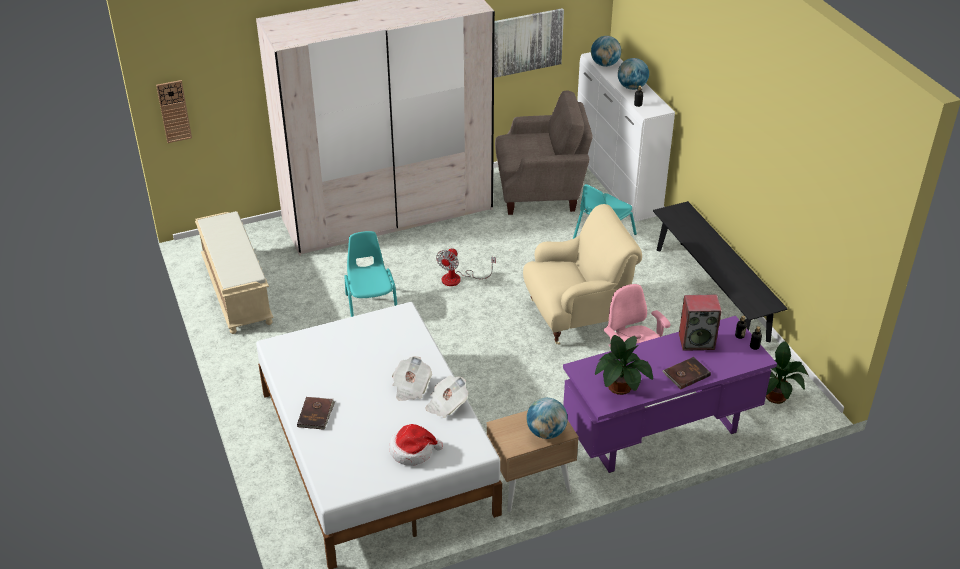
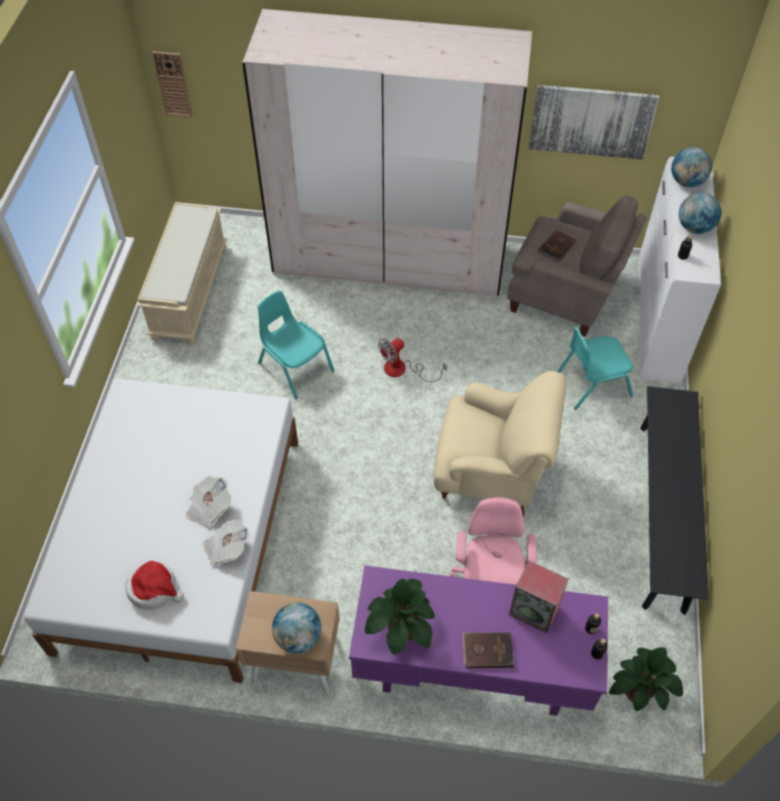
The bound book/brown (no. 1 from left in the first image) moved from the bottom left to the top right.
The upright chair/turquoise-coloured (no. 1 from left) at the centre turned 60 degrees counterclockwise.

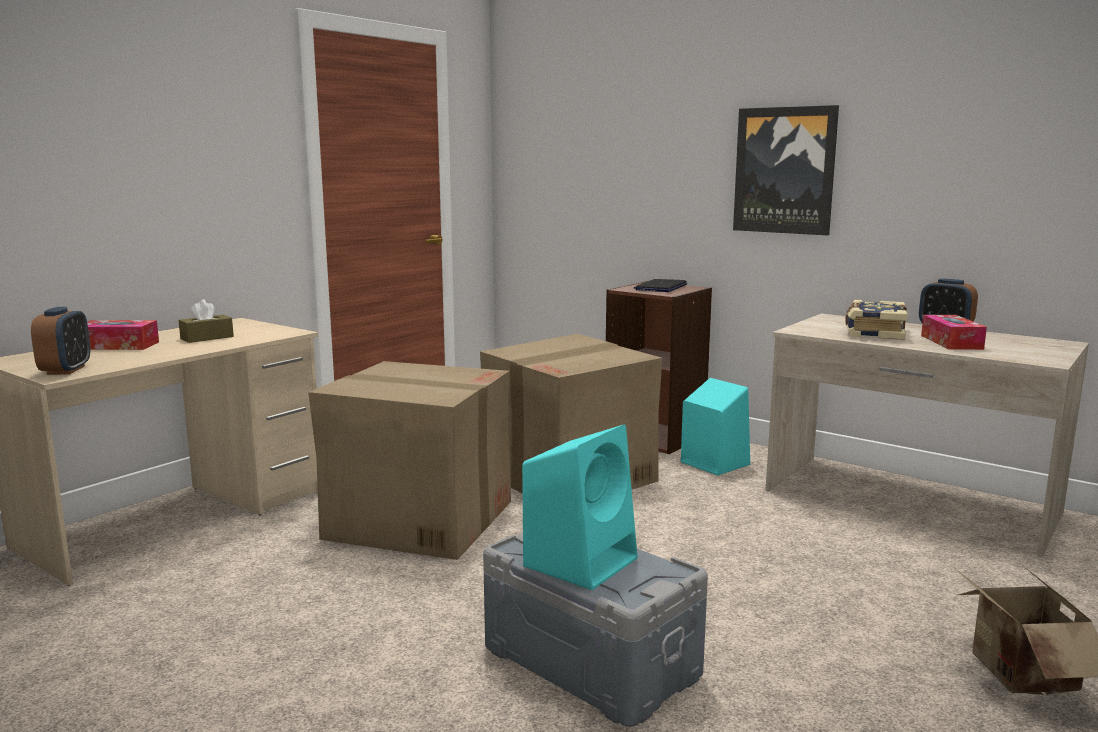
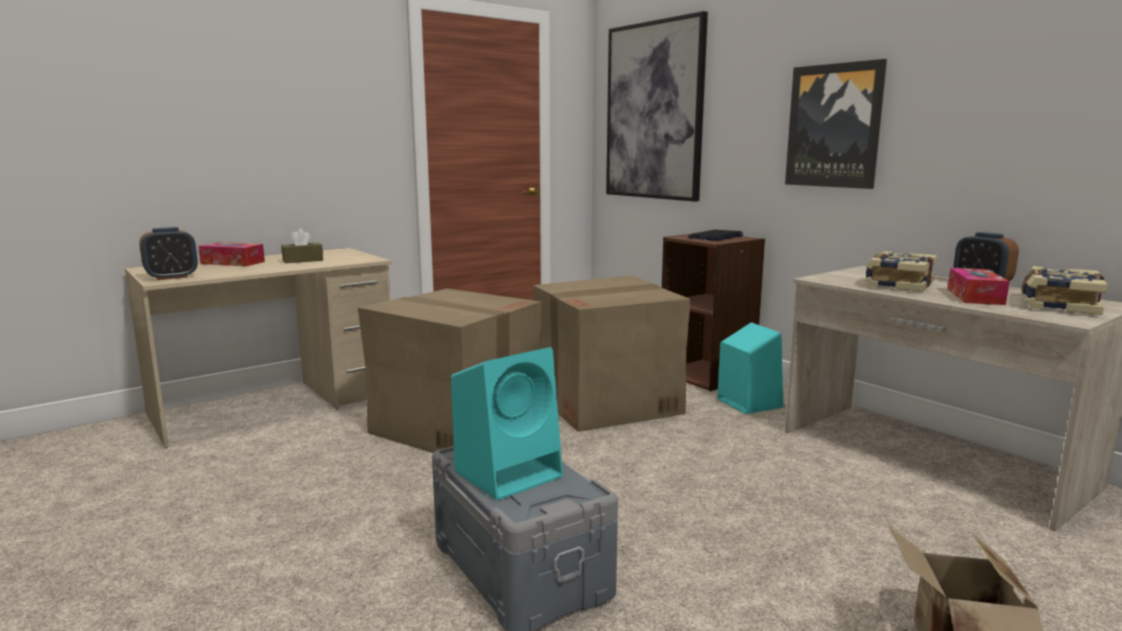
The wall art (no. 1 from left) at the top centre appeared.
The bound book (no. 2 from left) at the middle right appeared.
The bedside clock (no. 1 from left) at the middle left turned 45 degrees clockwise.

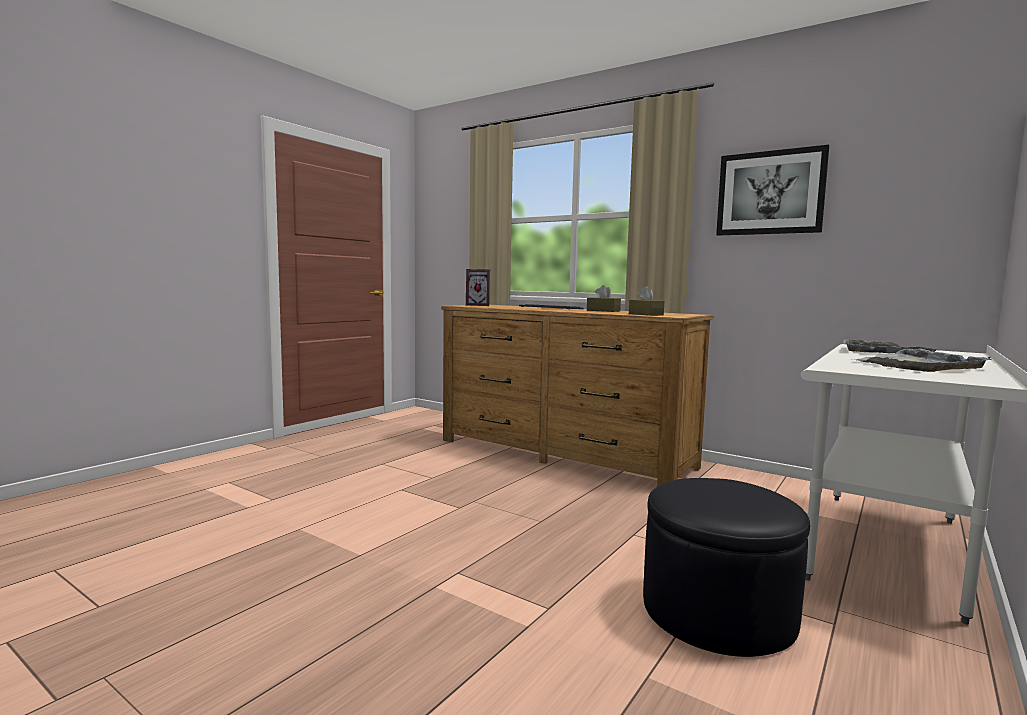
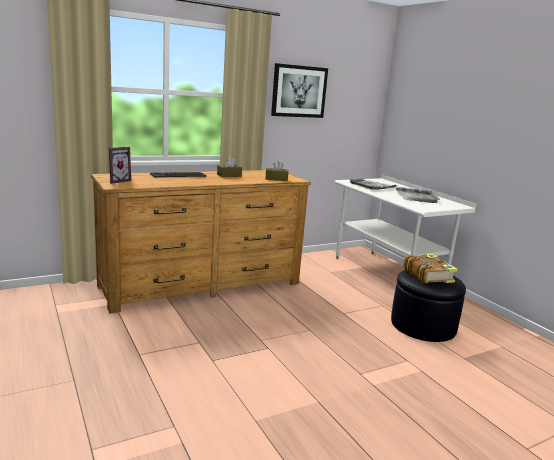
The bound book at the middle right appeared.

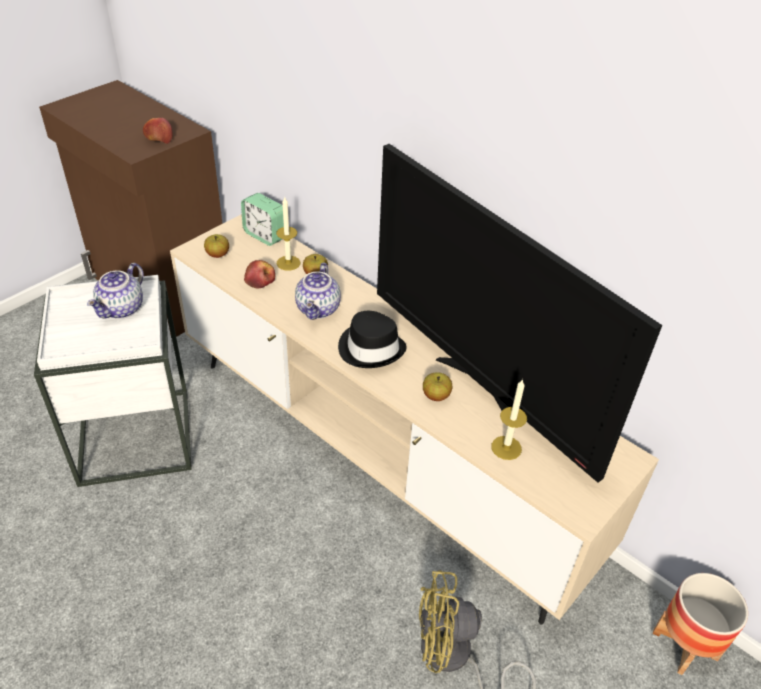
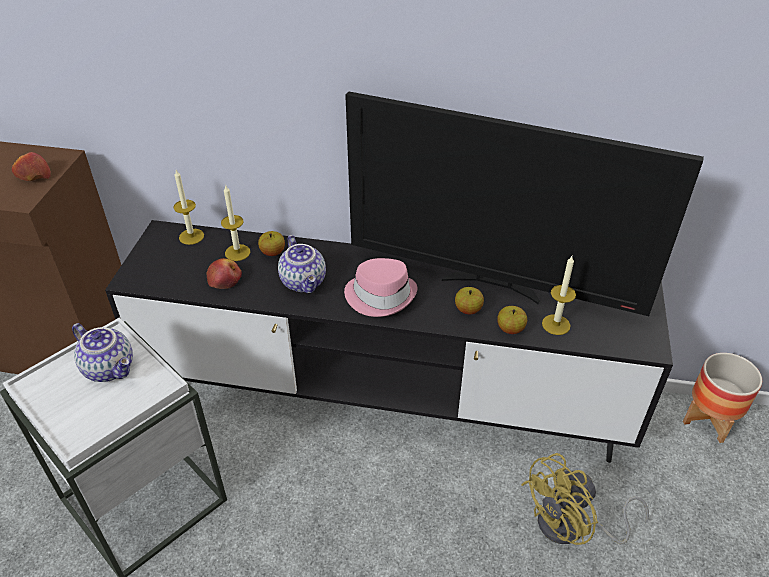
The apple fruit (no. 2 from left in the first image) moved from the middle left to the centre.
The bedside clock at the top centre was replaced by the candle (no. 1 from left) at the middle left.
The tv stand/sand-coloured at the centre became the tv stand/black-coloured at the centre.
The hat/black-coloured at the centre became the hat/pink at the centre.
The tea pot (no. 1 from left) at the middle left turned 45 degrees counterclockwise.

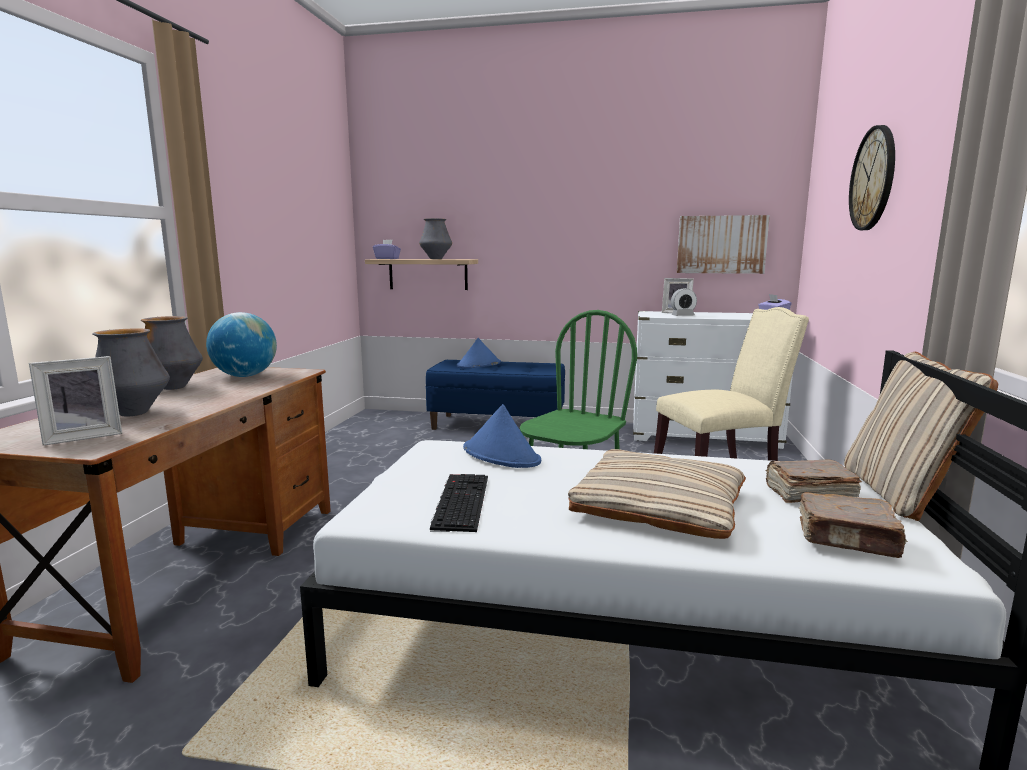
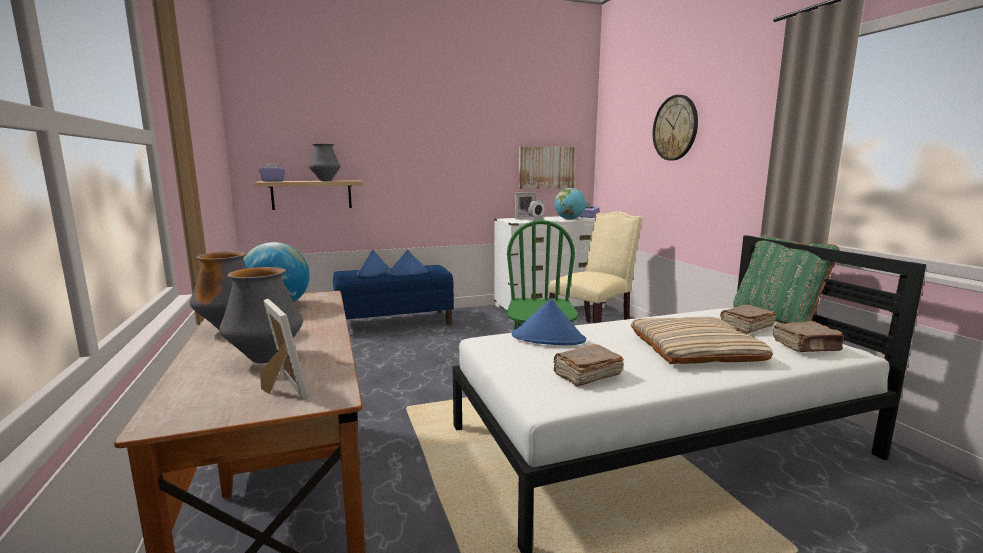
The hat/blue (no. 2 from left) at the centre appeared.
The world globe (no. 2 from left) at the centre appeared.
The keyboard at the centre was replaced by the bound book/brown (no. 1 from left) at the centre.
The cushion/sand-coloured (no. 2 from left) at the middle right became the cushion/green at the middle right.
The photo frame (no. 1 from left) at the middle left turned 60 degrees counterclockwise.

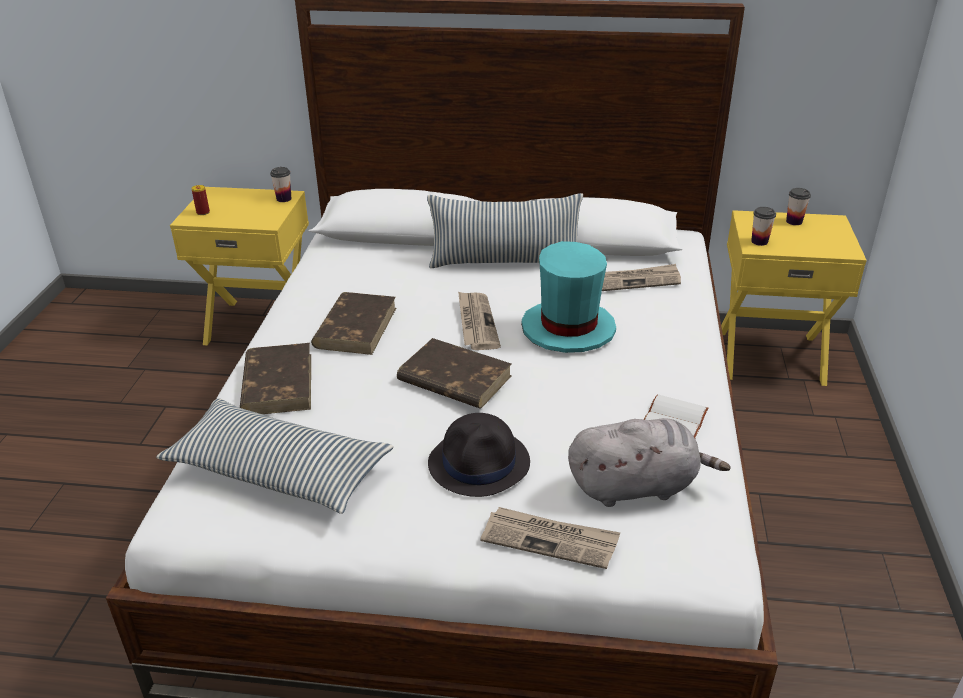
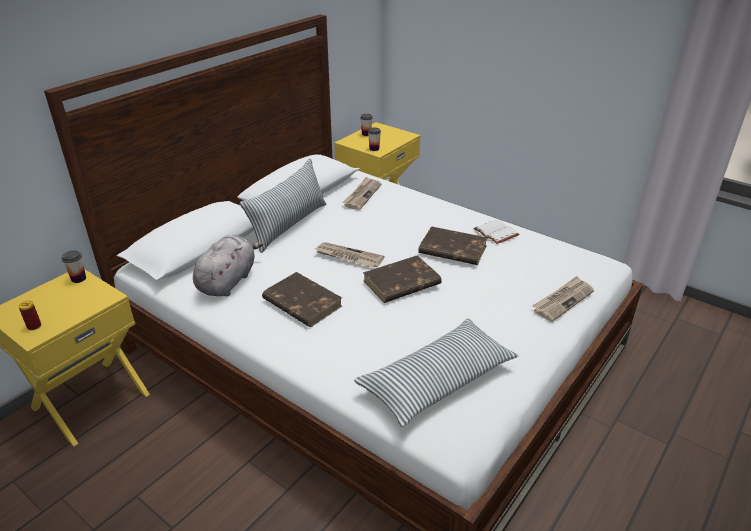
The hat/black-coloured at the centre disappeared.
The hat/turquoise-coloured at the centre disappeared.
The bound book/brown (no. 1 from left in the first image) moved from the middle left to the centre.
The cuddly toy/grey moved from the middle right to the middle left.

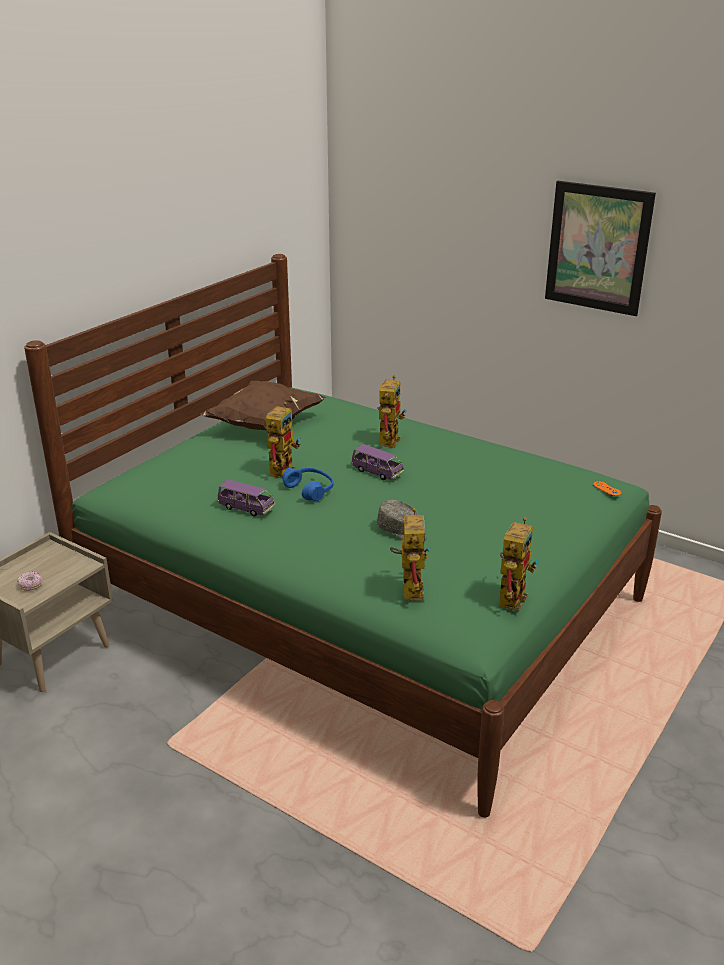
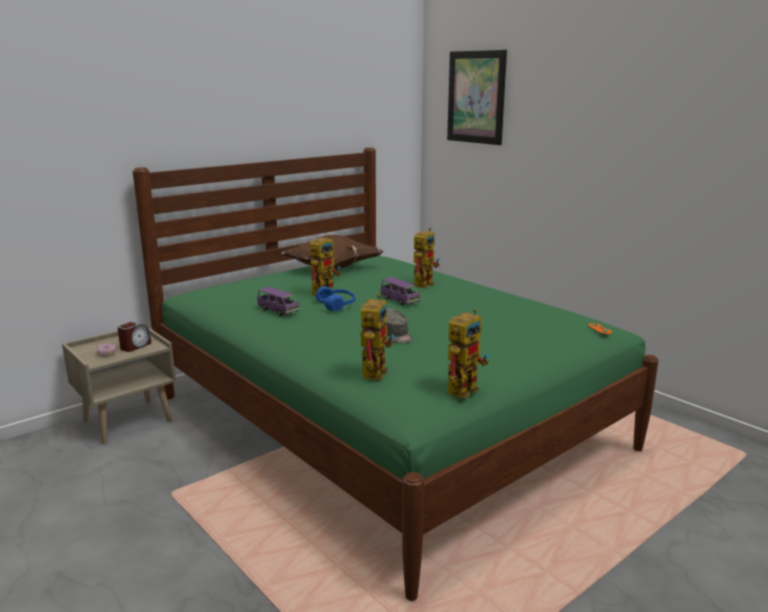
The bedside clock at the middle left appeared.
The wall art moved from the top right to the top centre.

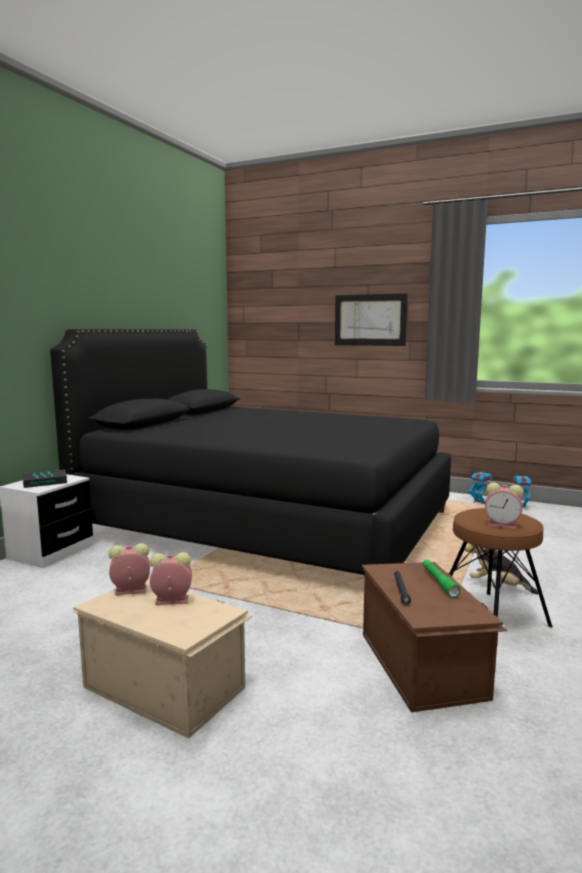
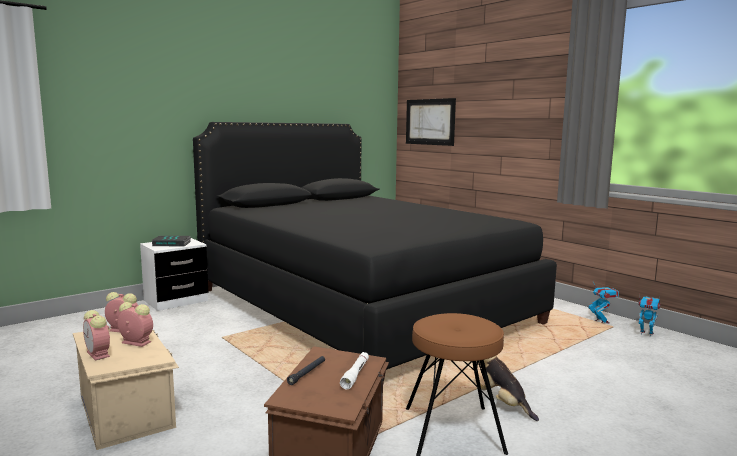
The wall art moved from the centre to the top centre.
The bedside clock (no. 3 from left in the first image) moved from the middle right to the bottom left.
The torch/green at the middle right became the torch/white-coloured at the bottom centre.

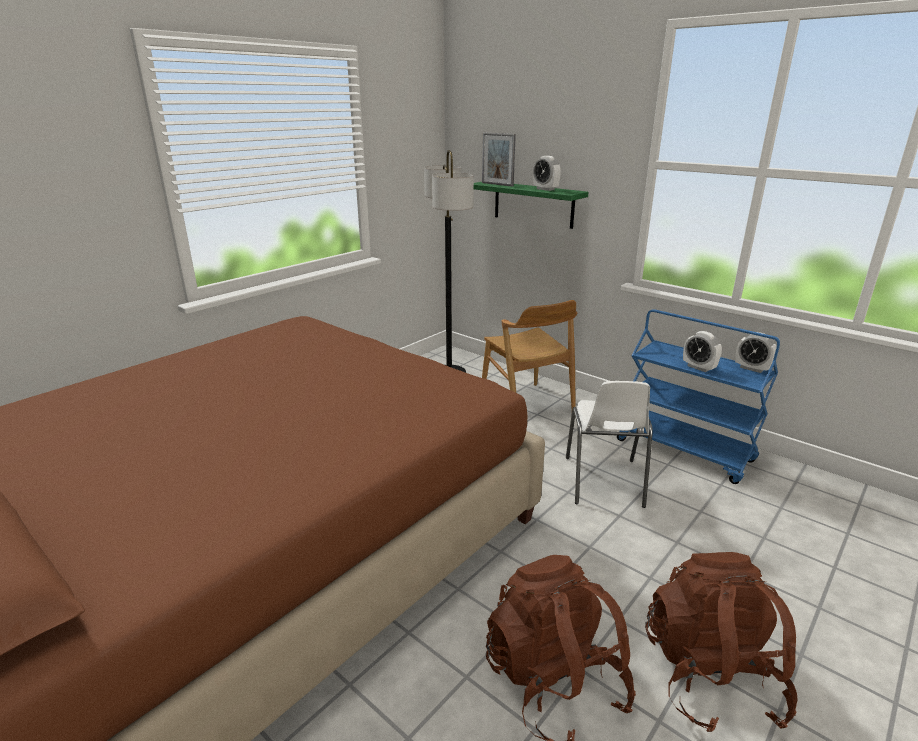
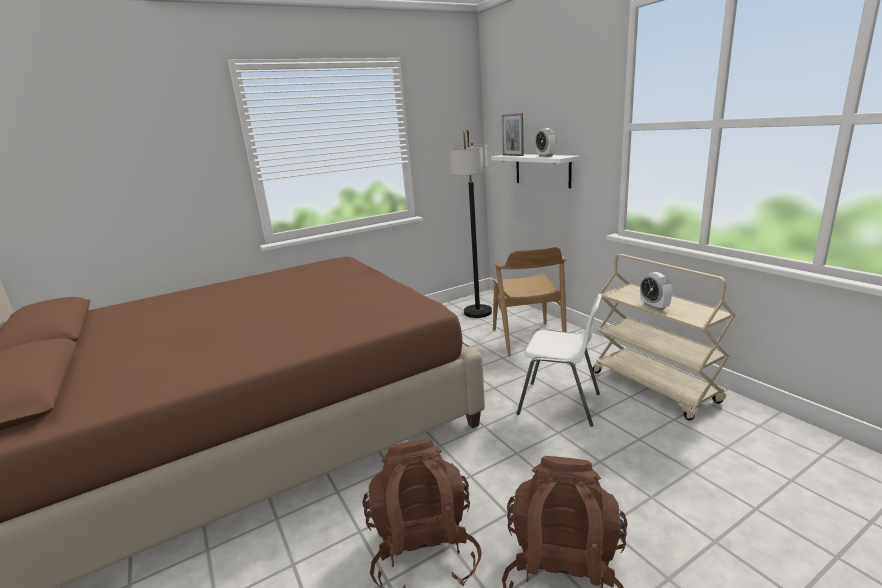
The bedside clock (no. 3 from left) at the middle right disappeared.
The bracket shelf/green at the top centre became the bracket shelf/white-coloured at the top centre.
The wheeled cart/blue at the middle right became the wheeled cart/sand-coloured at the middle right.
The upright chair/white-coloured at the centre turned 90 degrees counterclockwise.

